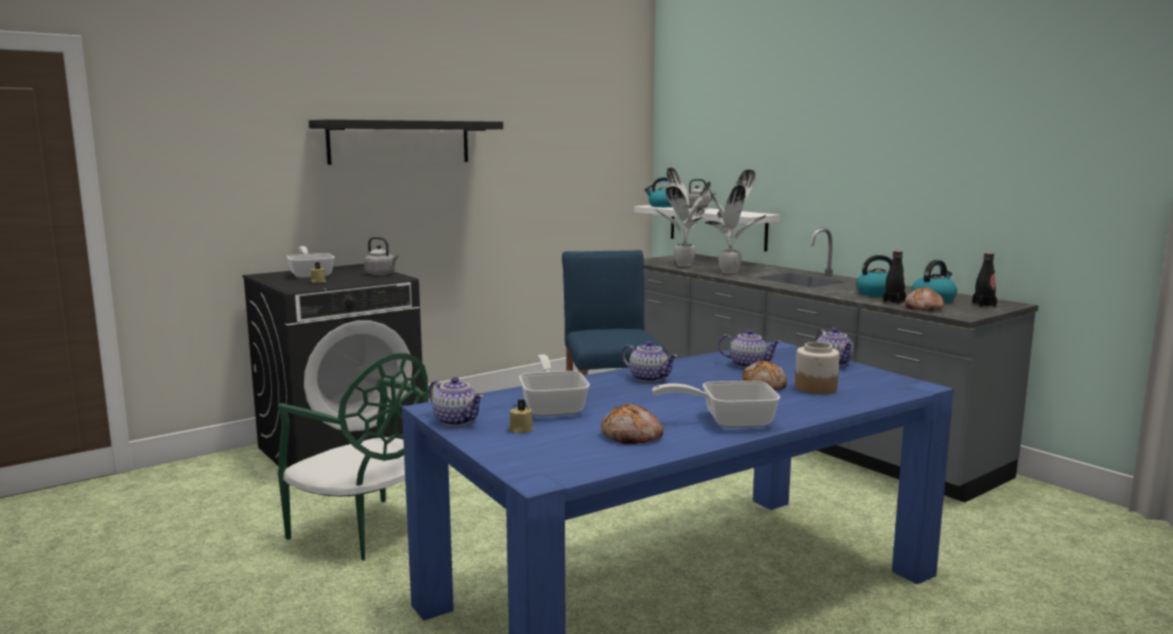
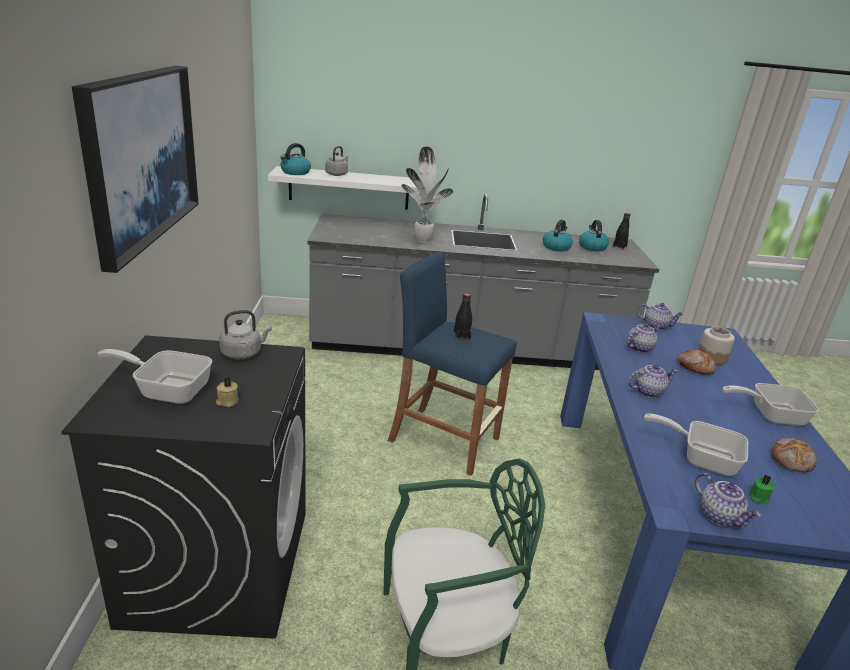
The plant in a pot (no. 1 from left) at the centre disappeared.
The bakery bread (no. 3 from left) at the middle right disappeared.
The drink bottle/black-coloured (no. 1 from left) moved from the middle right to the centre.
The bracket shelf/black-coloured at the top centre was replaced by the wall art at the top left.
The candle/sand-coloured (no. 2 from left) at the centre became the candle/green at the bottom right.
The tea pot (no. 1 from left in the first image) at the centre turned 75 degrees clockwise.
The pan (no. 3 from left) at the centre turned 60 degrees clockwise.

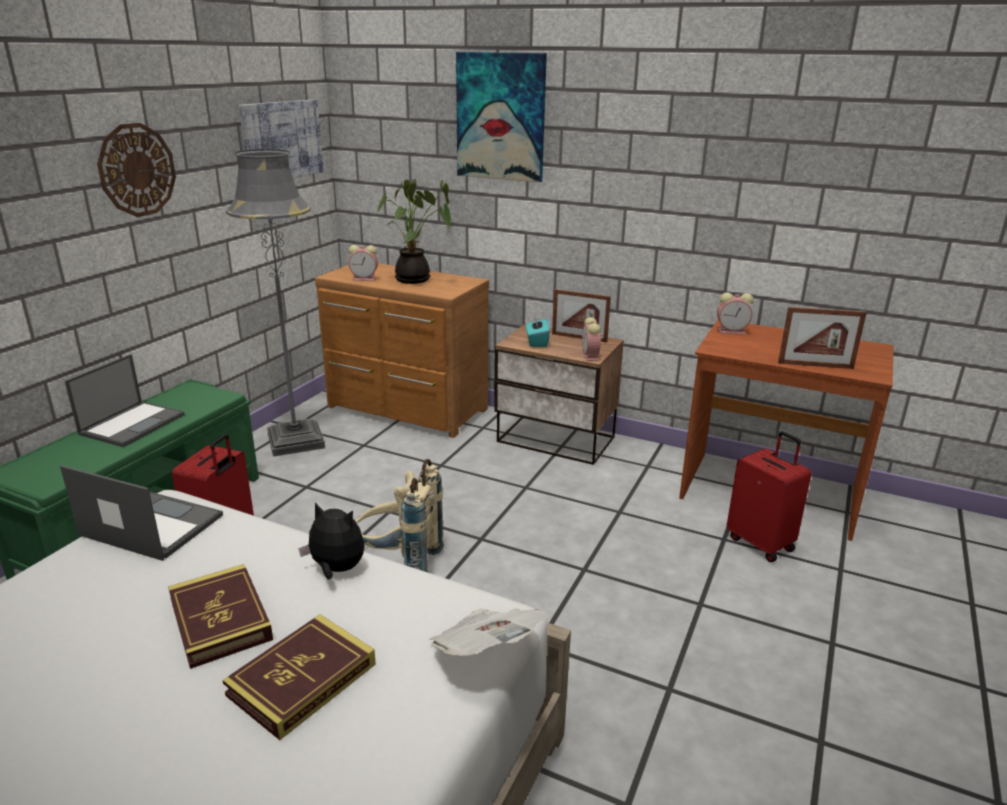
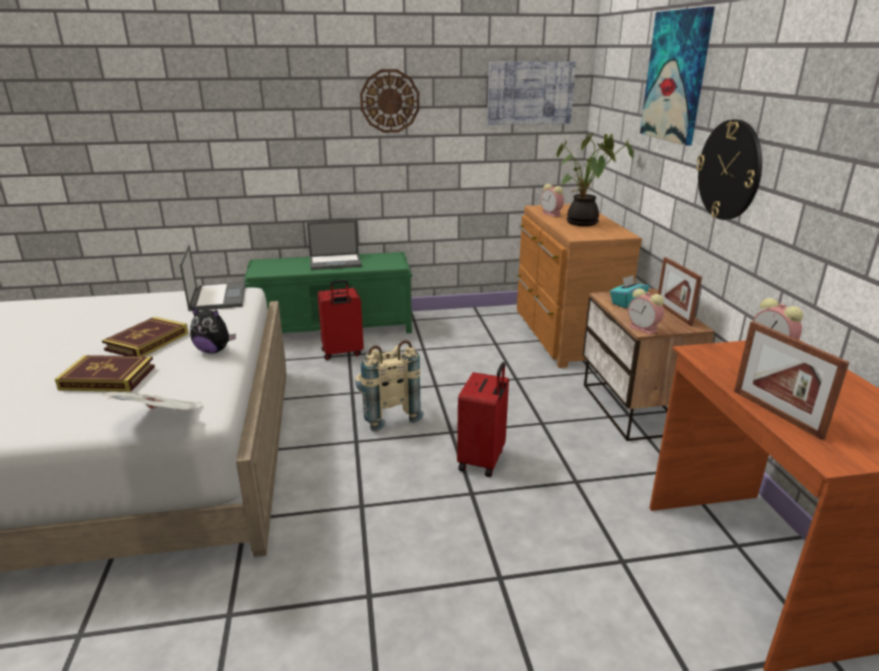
The standard lamp/grey at the middle left disappeared.
The hanging clock (no. 2 from left) at the top right appeared.
The travel case/red (no. 2 from left) moved from the middle right to the centre.
The cuddly toy at the bottom left turned 120 degrees clockwise.
The bedside clock (no. 2 from left) at the centre turned 90 degrees counterclockwise.

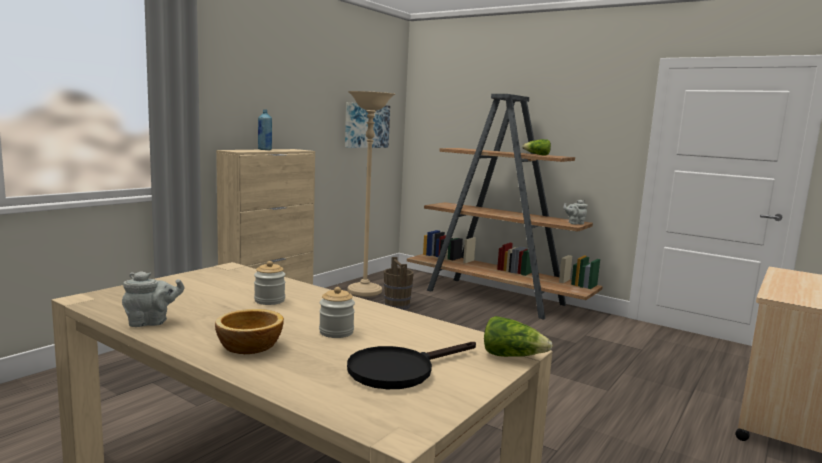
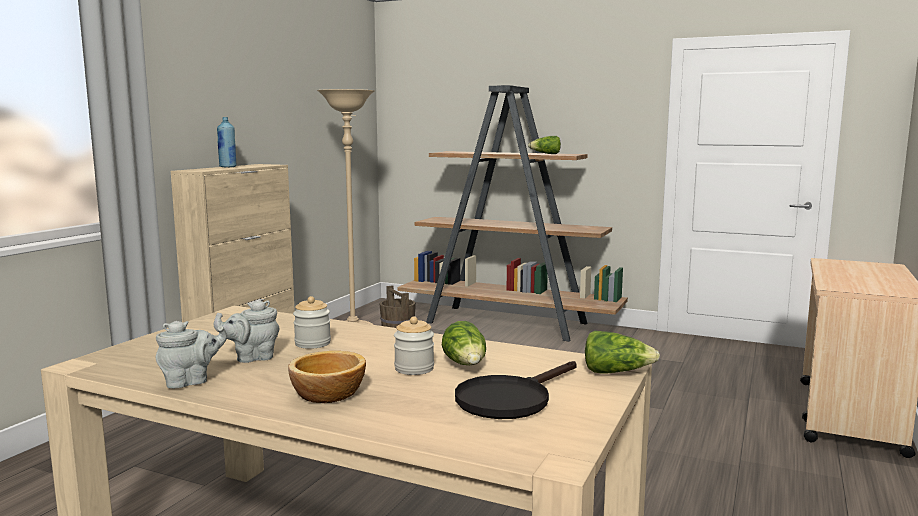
The wall art at the top centre disappeared.
The head of lettuce (no. 1 from left) at the centre appeared.
The tea pot/grey (no. 2 from left) moved from the middle right to the middle left.

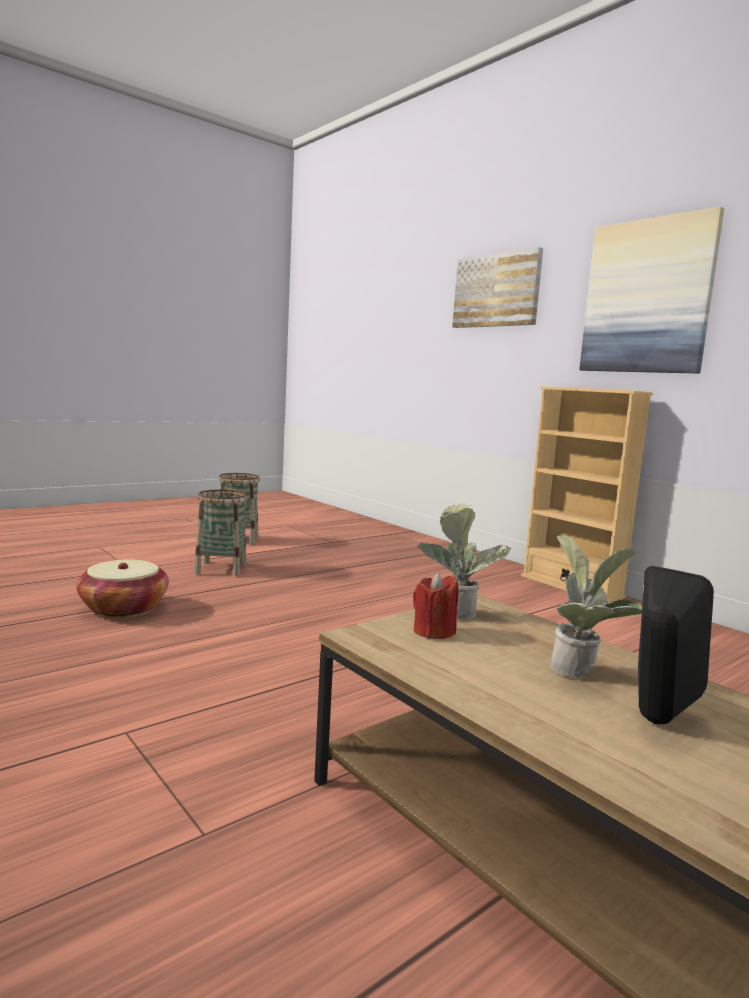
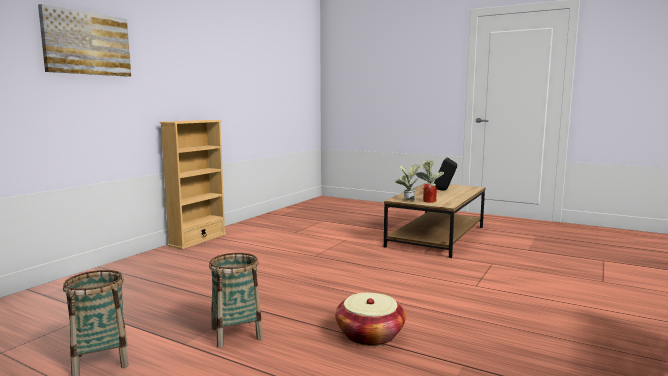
The wall art (no. 2 from left) at the top right disappeared.

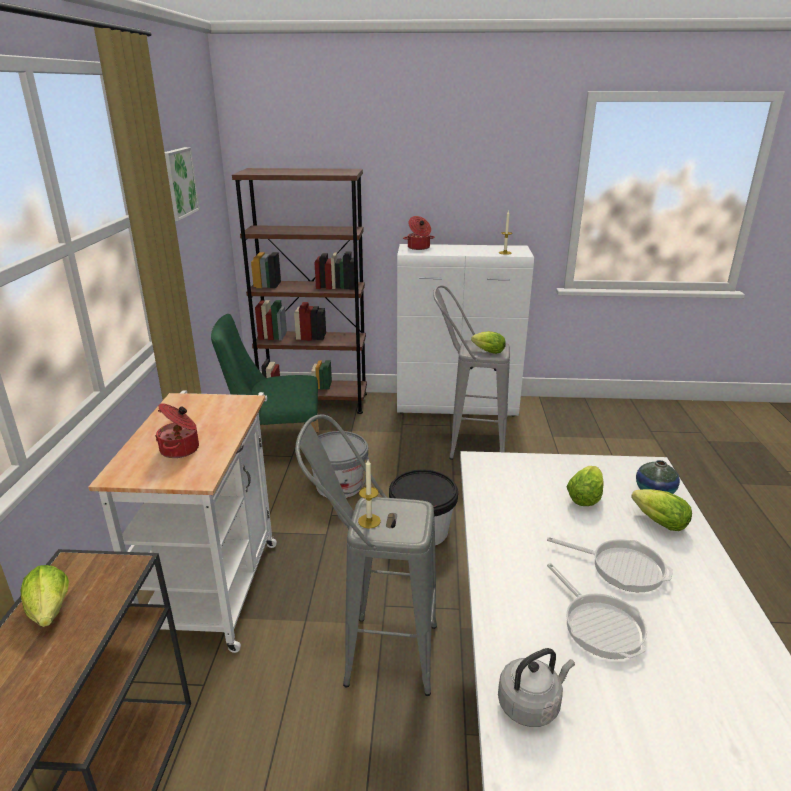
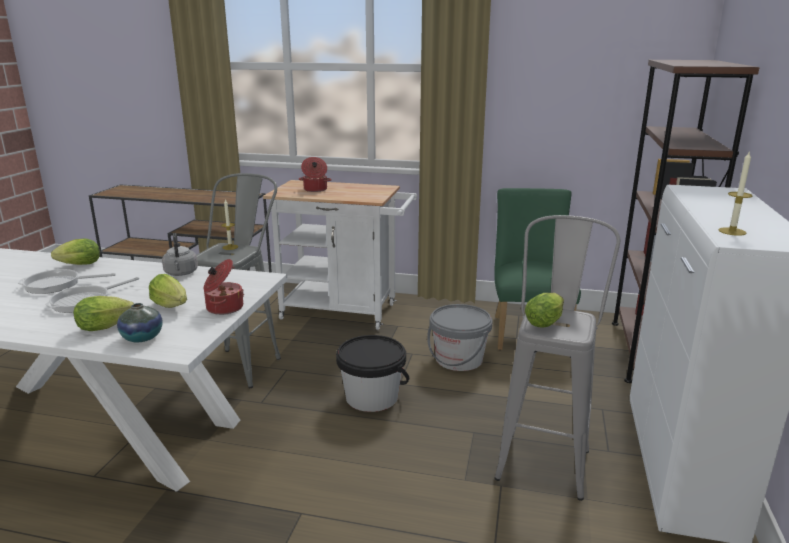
The wall art at the top left disappeared.
The head of lettuce (no. 1 from left) moved from the bottom left to the middle left.
The stockpot (no. 2 from left in the first image) moved from the top centre to the middle left.
The kettle/grey moved from the bottom right to the middle left.

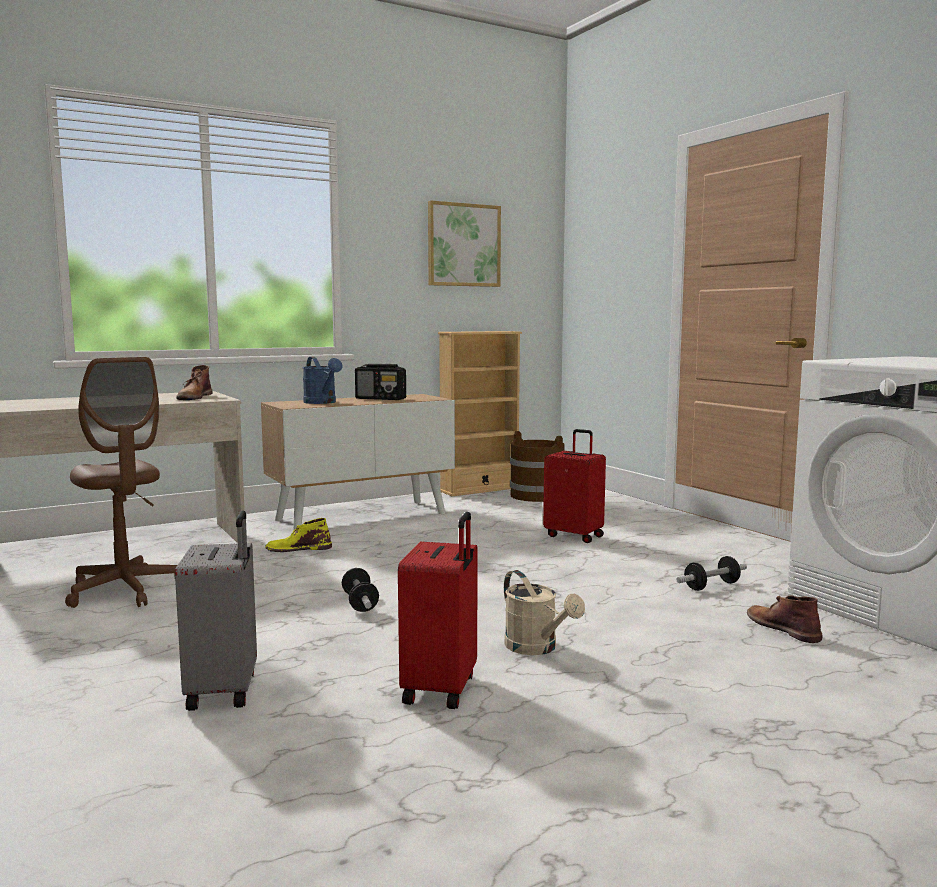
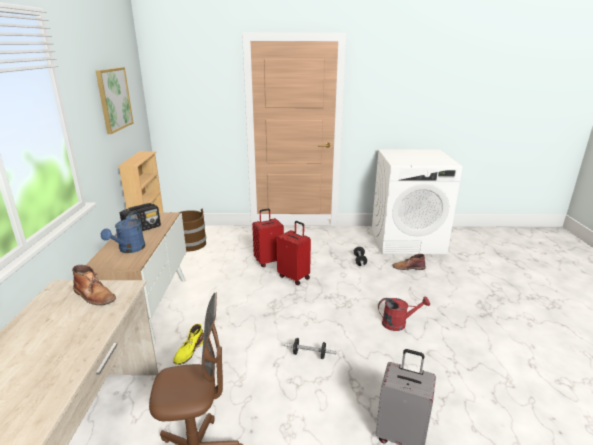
The travel case/red (no. 1 from left in the first image) moved from the bottom centre to the centre.
The watering can/sand-coloured at the bottom centre became the watering can/red at the bottom right.
The watering can/blue at the centre turned 105 degrees clockwise.

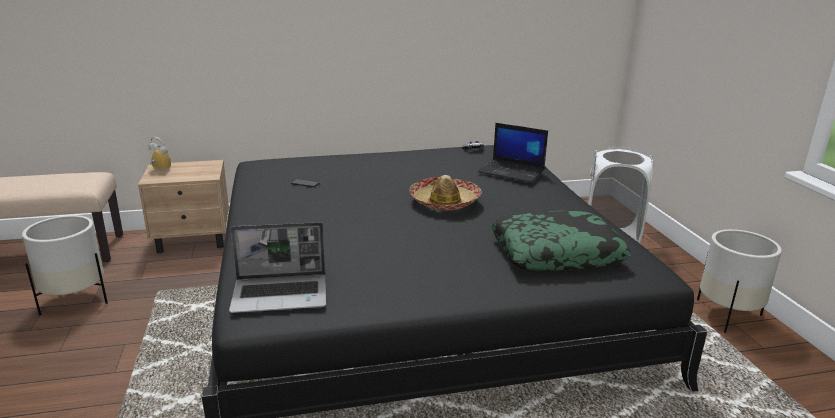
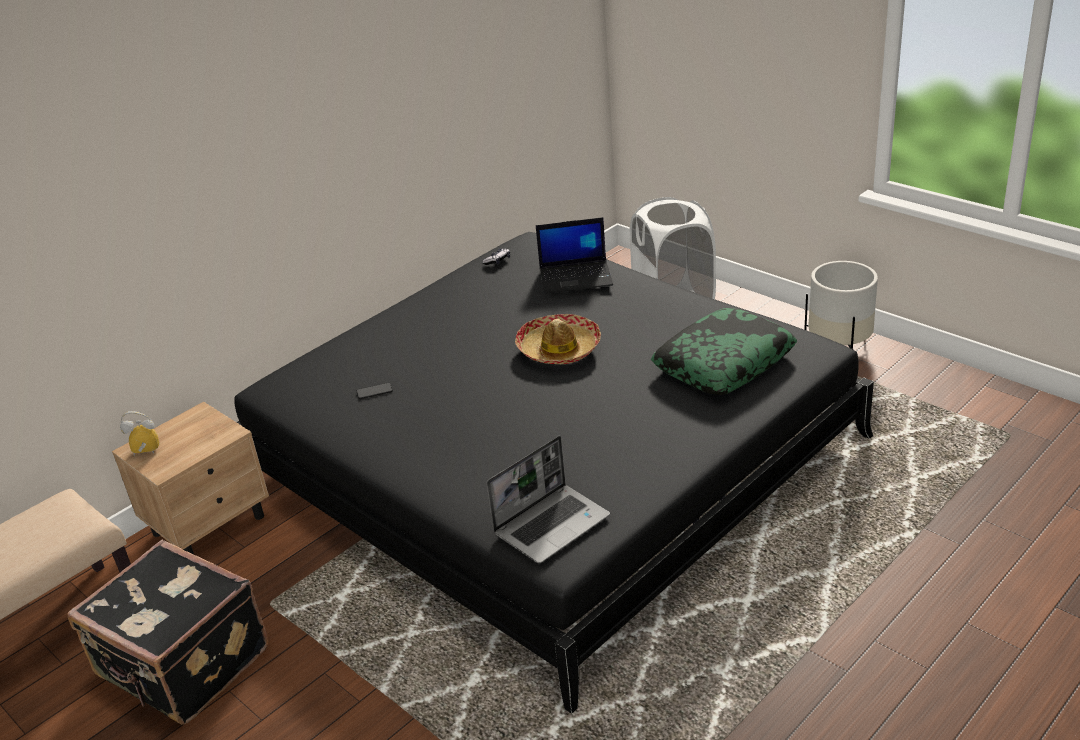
The plant pot/white-coloured (no. 1 from left) at the middle left was replaced by the travel case/black-coloured at the bottom left.

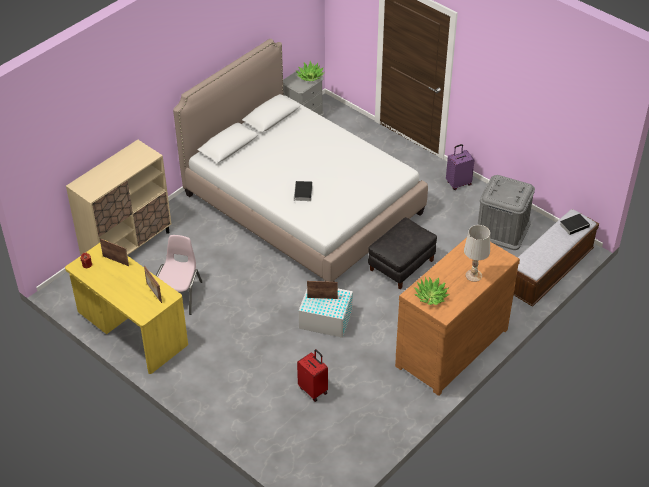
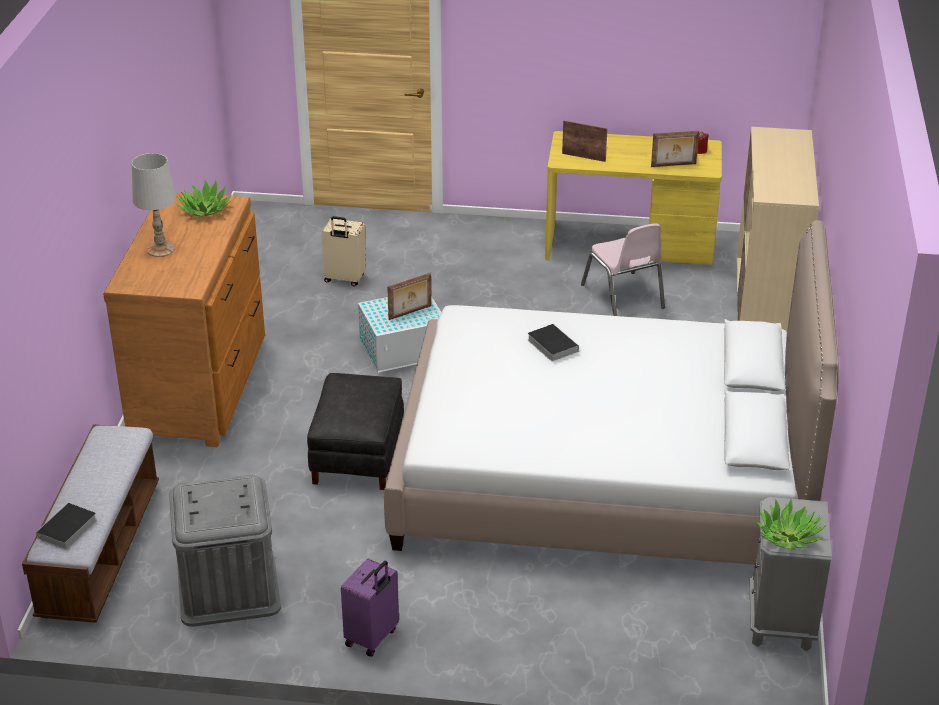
The travel case/red at the bottom centre became the travel case/sand-coloured at the centre.

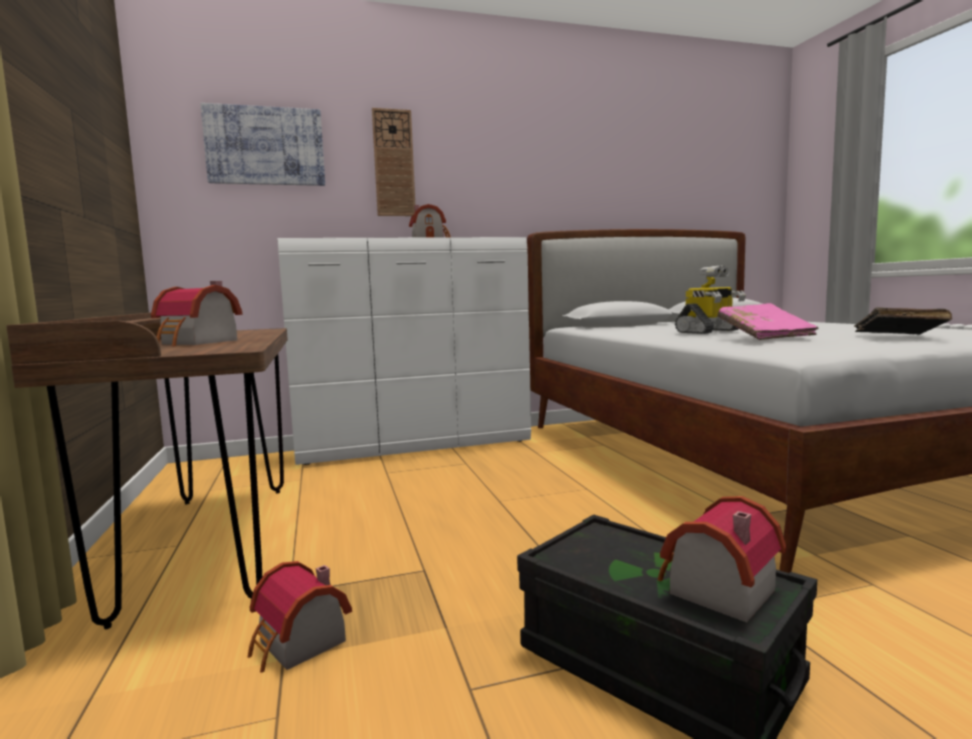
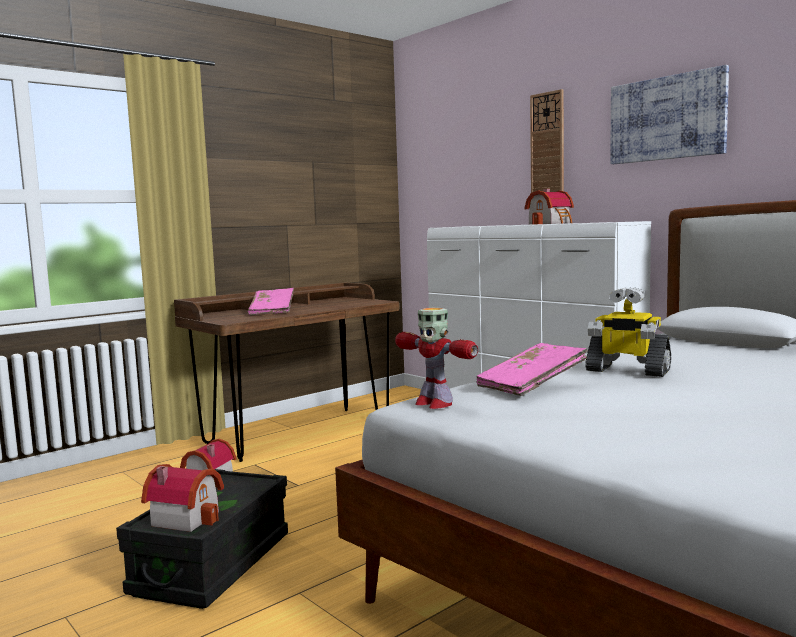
The bound book/black-coloured at the middle right disappeared.
The robot figure (no. 1 from left) at the centre appeared.
The wall art moved from the top left to the top right.
The toy house (no. 1 from left) at the middle left was replaced by the bound book/pink (no. 1 from left) at the centre.

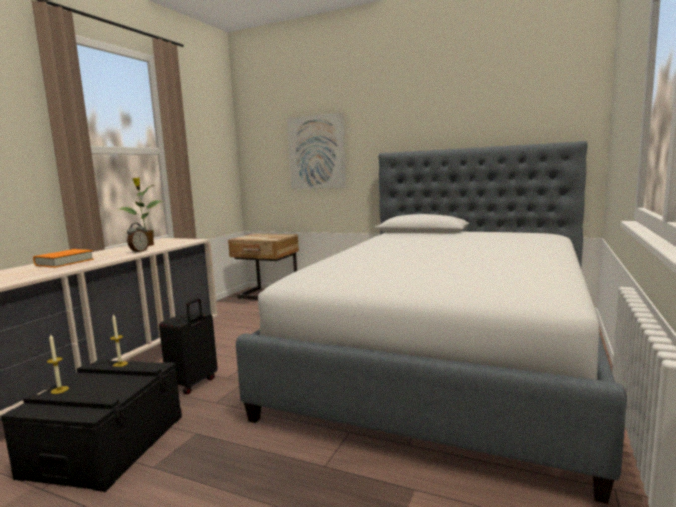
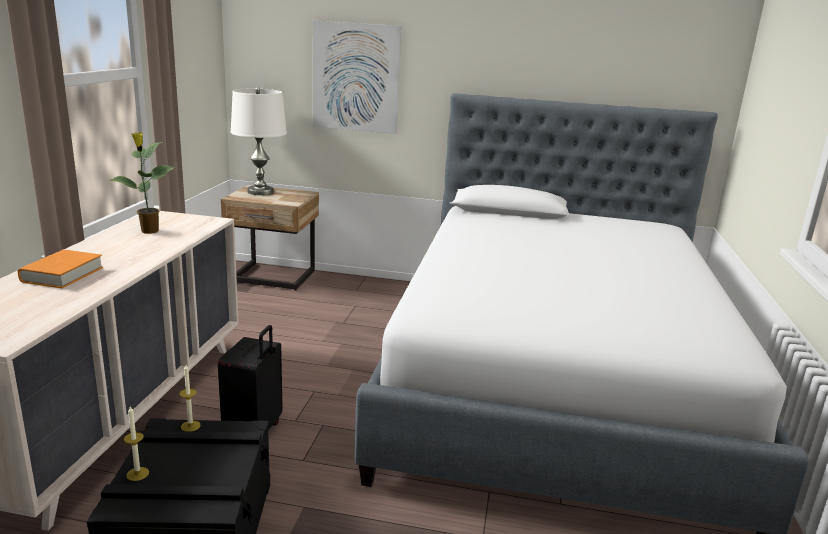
The bedside clock at the middle left disappeared.
The tabletop lamp/white-coloured at the top left appeared.

